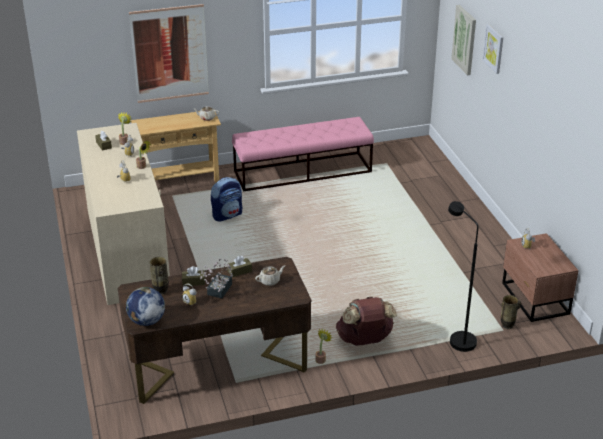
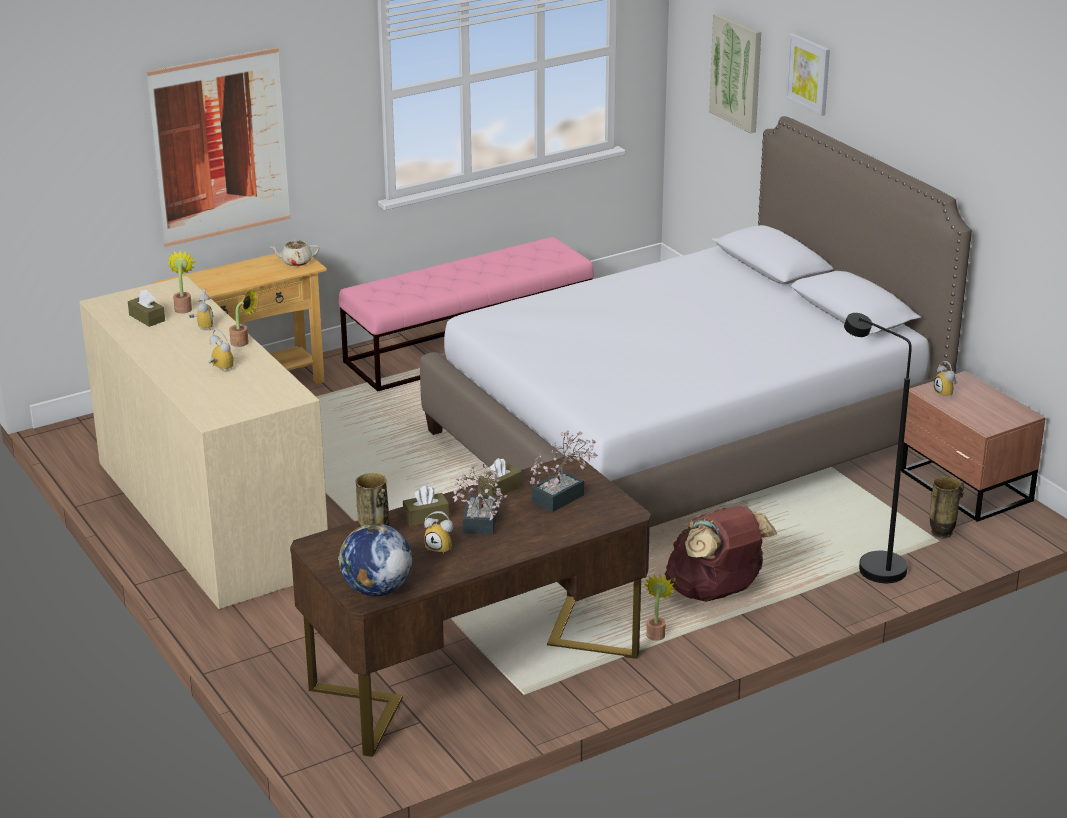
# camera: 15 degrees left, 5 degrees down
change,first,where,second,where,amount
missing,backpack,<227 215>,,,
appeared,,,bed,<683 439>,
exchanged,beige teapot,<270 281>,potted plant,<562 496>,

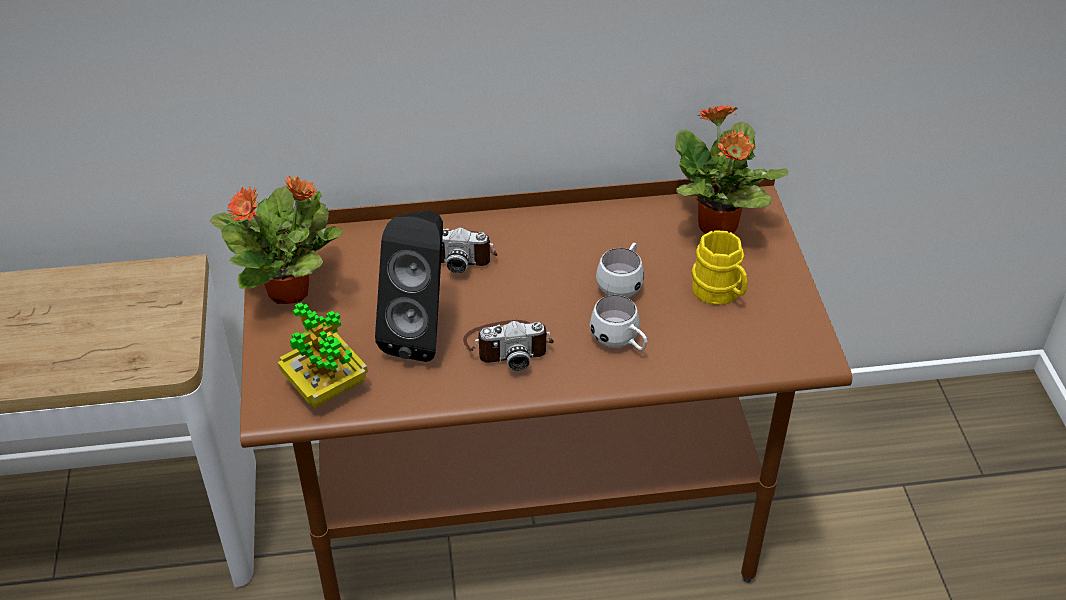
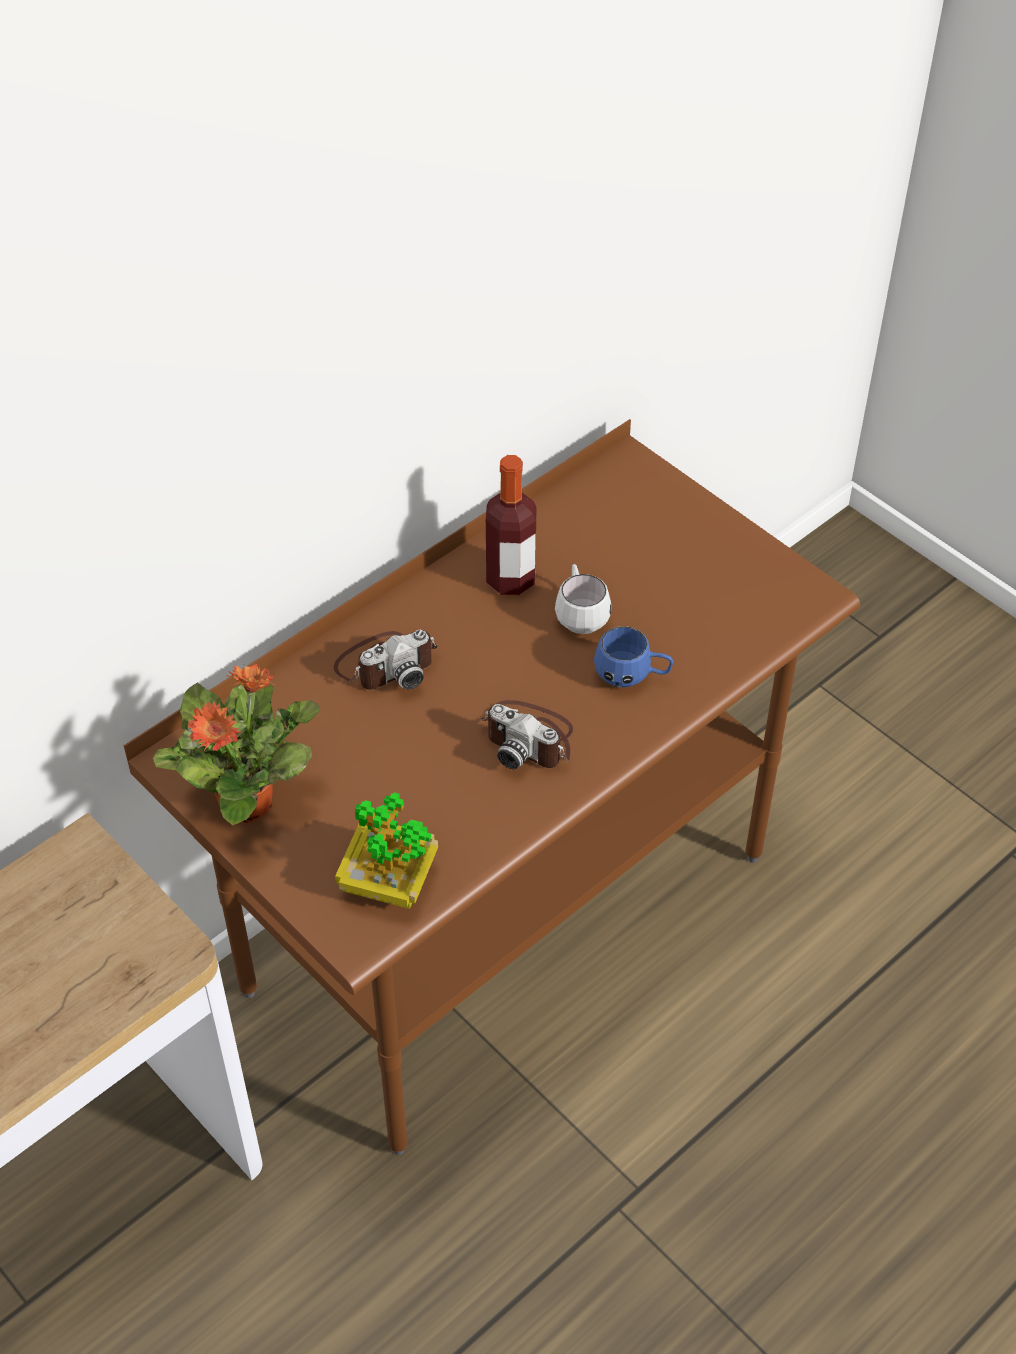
# camera: 35 degrees left, 5 degrees up
change,first,where,second,where,amount
missing,black speaker,<421 333>,,,
missing,potted plant,<717 226>,,,
missing,yellow mug,<720 293>,,,
appeared,,,bottle,<511 580>,
colour,white mug,<620 342>,blue mug,<632 676>,
spun,photo camera,<508 346>,,<530 738>,75 degrees clockwise

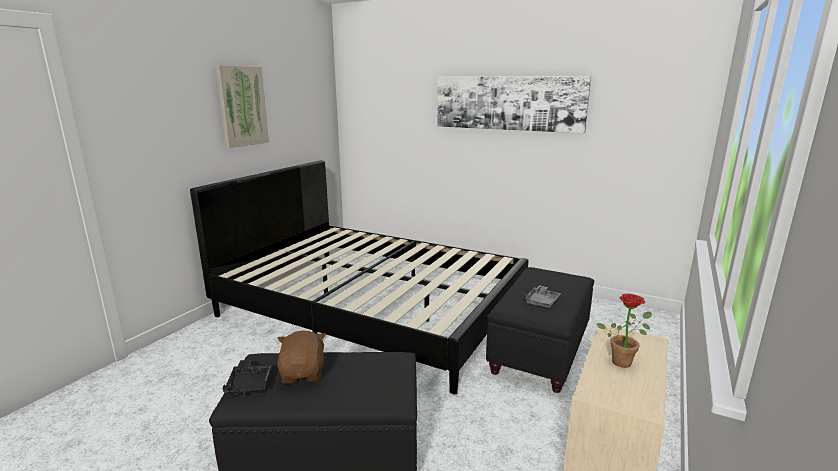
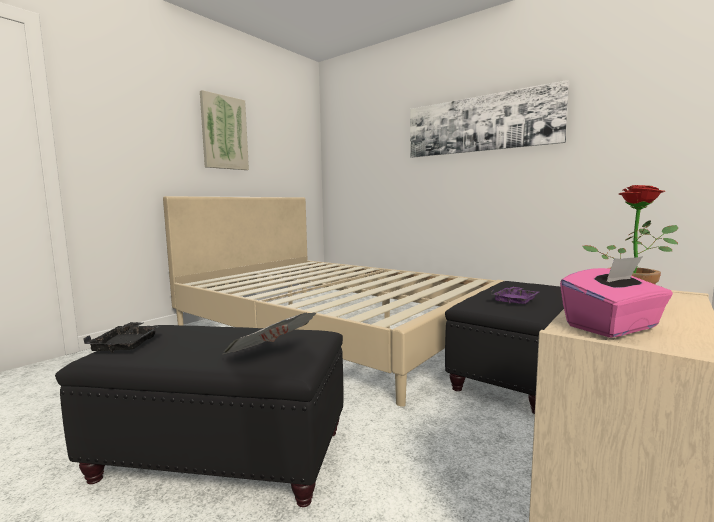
# camera: 10 degrees right, 10 degrees down
change,first,where,second,where,amount
missing,brown plush toy,<303 373>,,,
appeared,,,newspaper,<270 358>,
appeared,,,pink tissue box,<613 327>,
colour,black bed,<372 308>,beige bed,<334 328>,
colour,grey tray,<542 301>,purple tray,<515 301>,

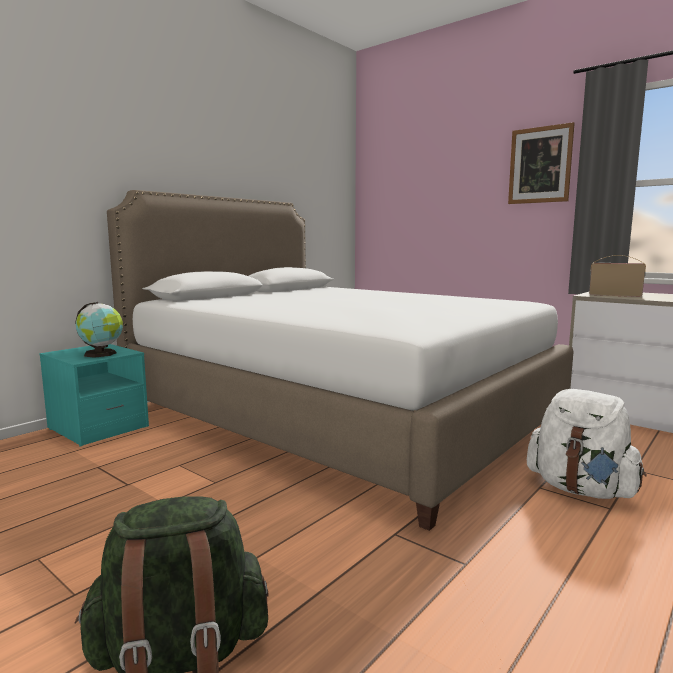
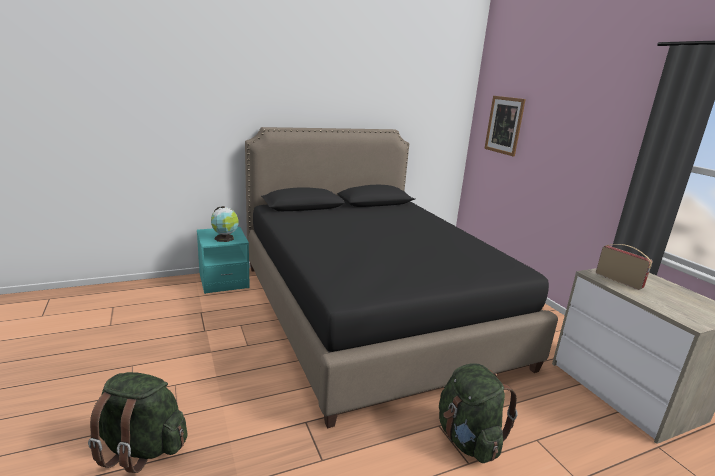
# camera: 25 degrees right, 10 degrees up
change,first,where,second,where,amount
relocated,picture,<540 165>,,<504 125>,
colour,white bed,<337 415>,black bed,<370 312>,
colour,white backpack,<581 489>,green backpack,<468 439>,

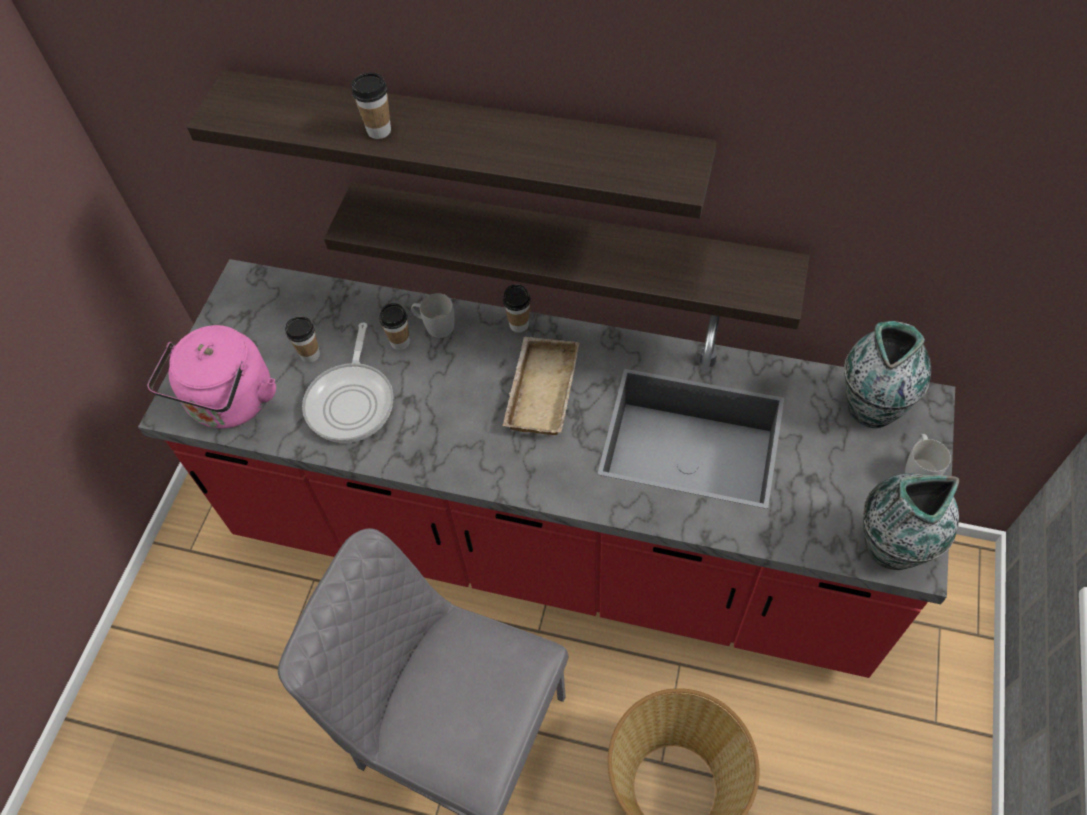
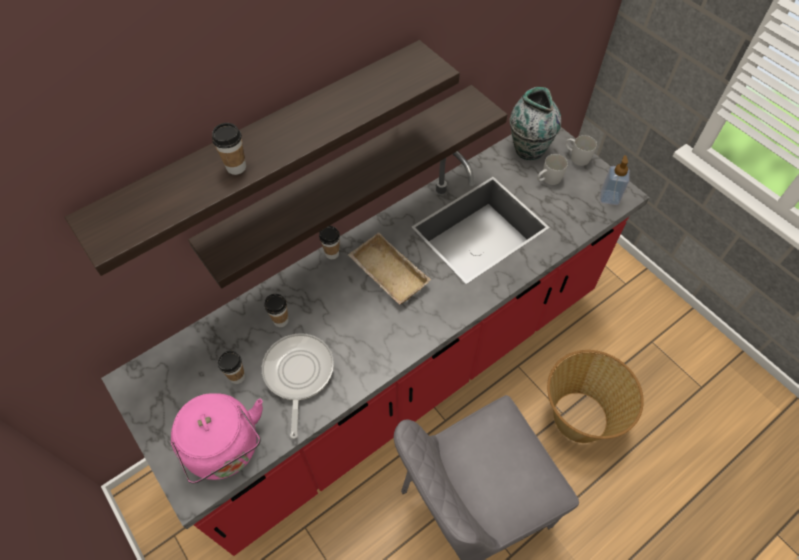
# camera: 55 degrees left, 0 degrees up
change,first,where,second,where,amount
relocated,white mug,<434 325>,,<548 180>,
exchanged,vase,<890 547>,soap dispenser,<609 197>,
spun,frying pan,<352 401>,,<298 374>,135 degrees counterclockwise

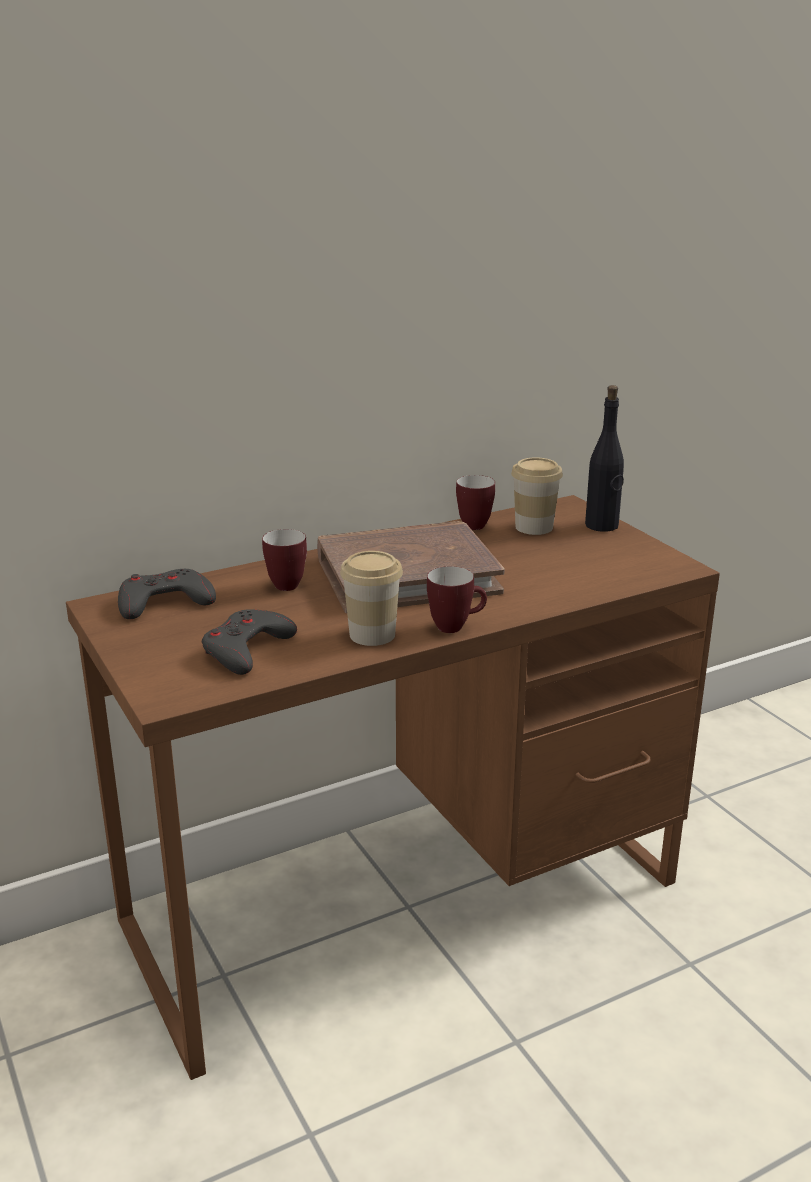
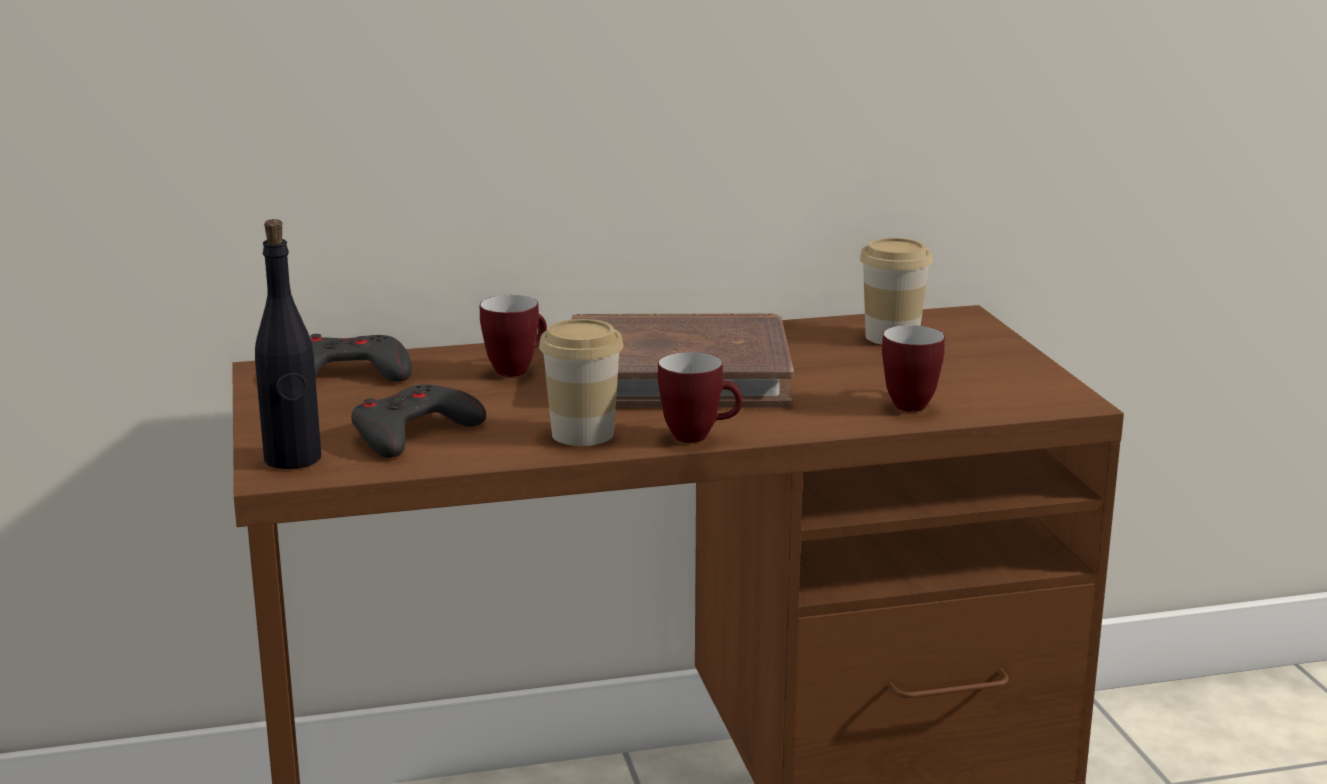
# camera: 15 degrees right, 5 degrees down
change,first,where,second,where,amount
relocated,mug,<474 524>,,<911 403>,
relocated,black bottle,<602 526>,,<293 459>,

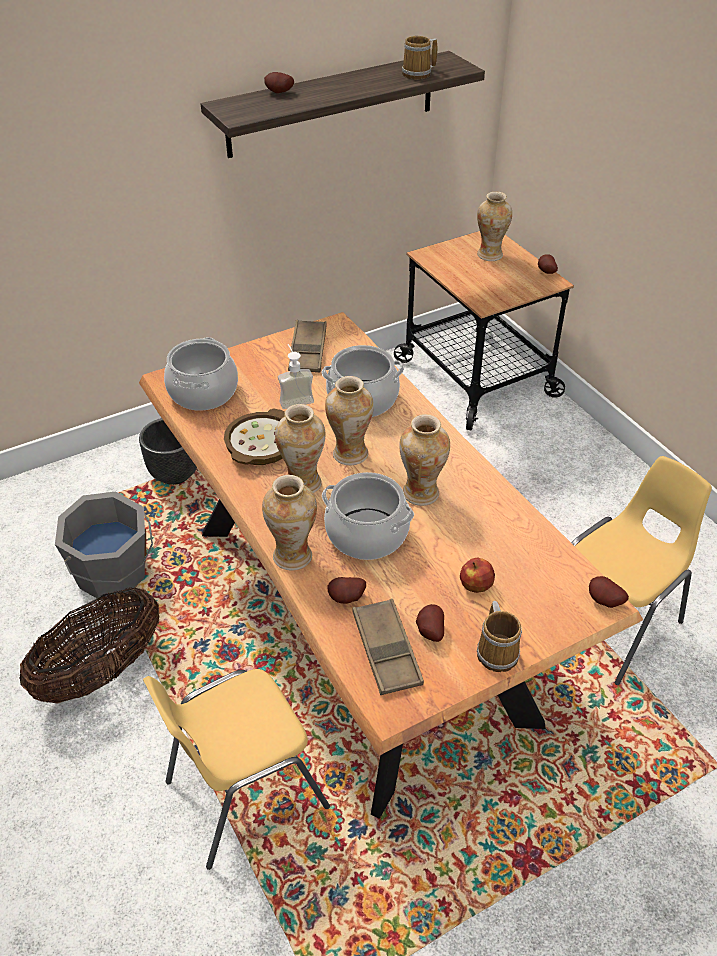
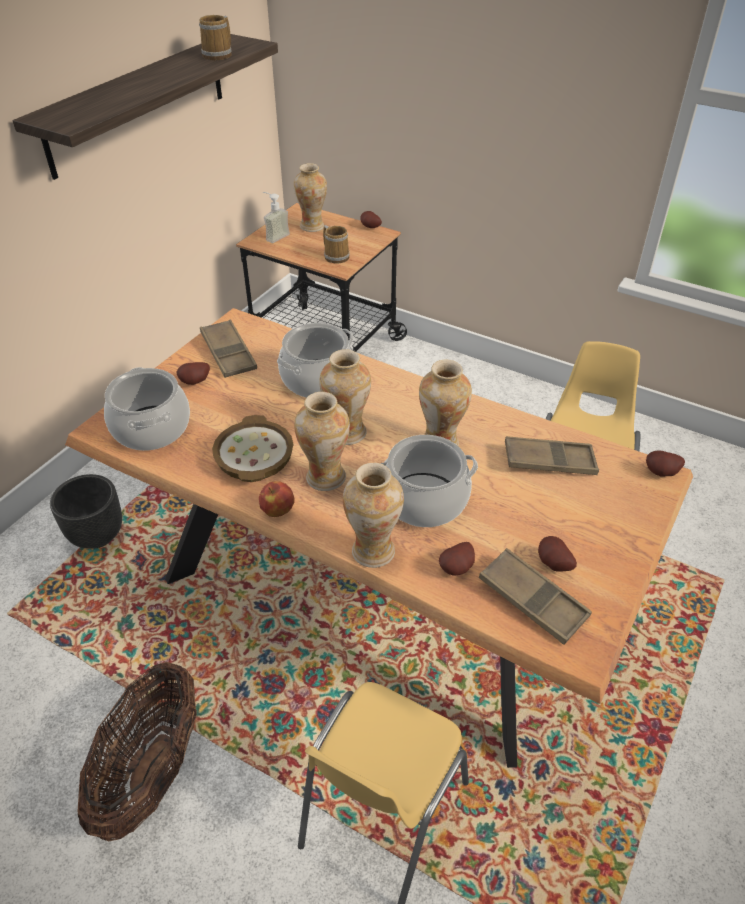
# camera: 30 degrees left, 0 degrees up
change,first,where,second,where,amount
missing,grey bucket,<114 574>,,,
appeared,,,brown tray,<549 461>,
relocated,potato,<279 93>,,<195 382>,
relocated,soap dispenser,<294 398>,,<274 236>,
relocated,apple,<476 586>,,<278 510>,
relocated,mug,<498 652>,,<336 256>,

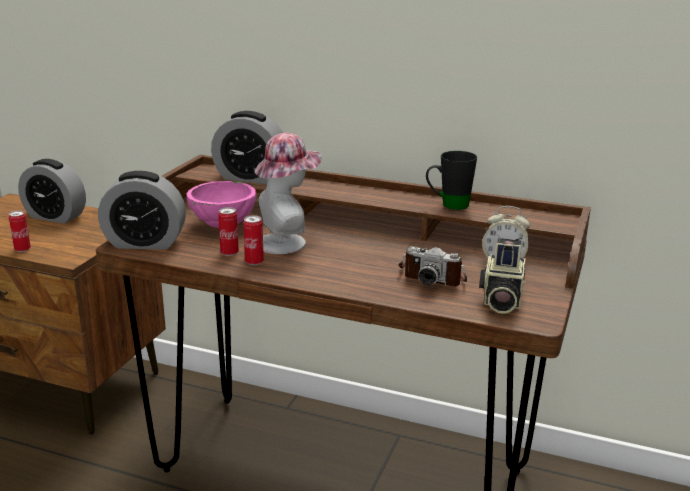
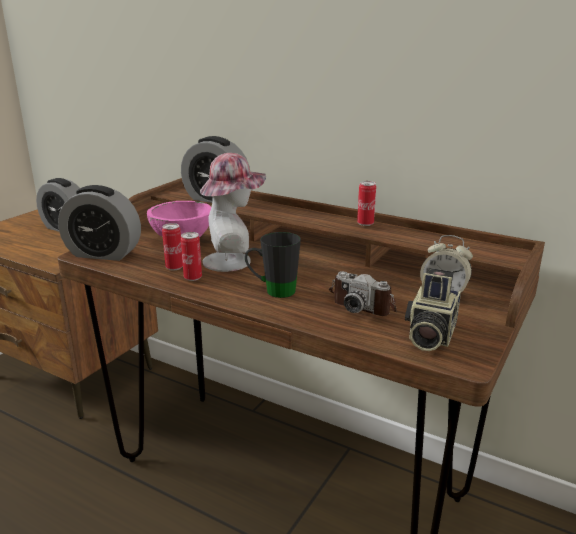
# camera: 10 degrees right, 0 degrees up
change,first,where,second,where,amount
relocated,can,<22 249>,,<365 223>,
relocated,black mug,<448 205>,,<272 291>,

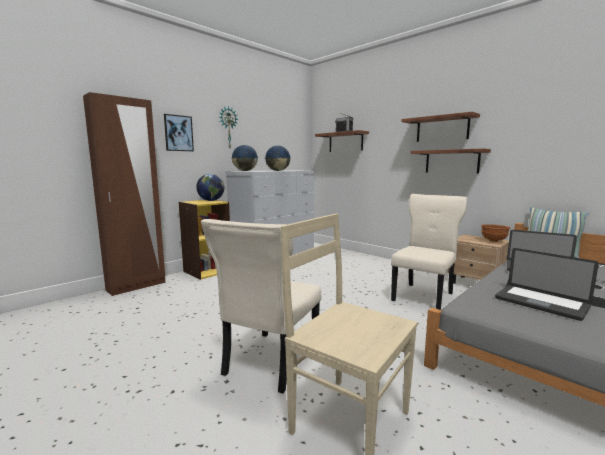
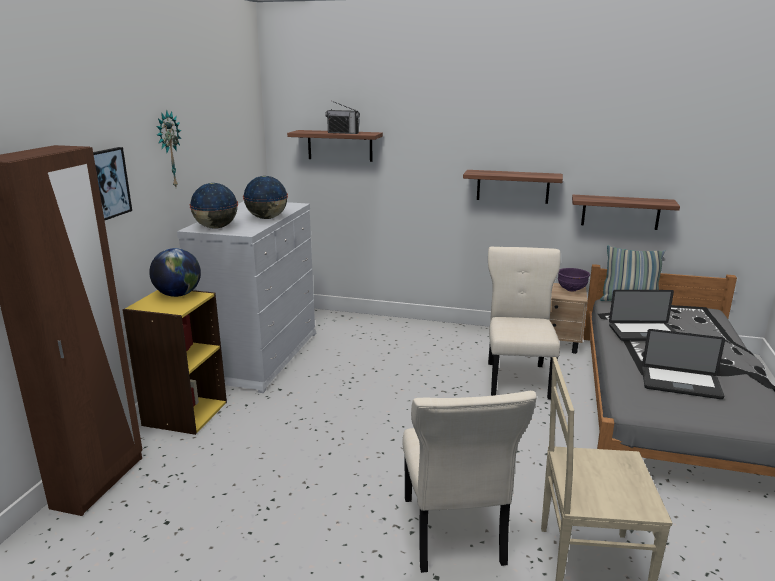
# camera: 30 degrees left, 10 degrees up
change,first,where,second,where,amount
relocated,shelf,<442 129>,,<620 212>,
colour,brown bowl,<494 241>,purple bowl,<571 290>,

